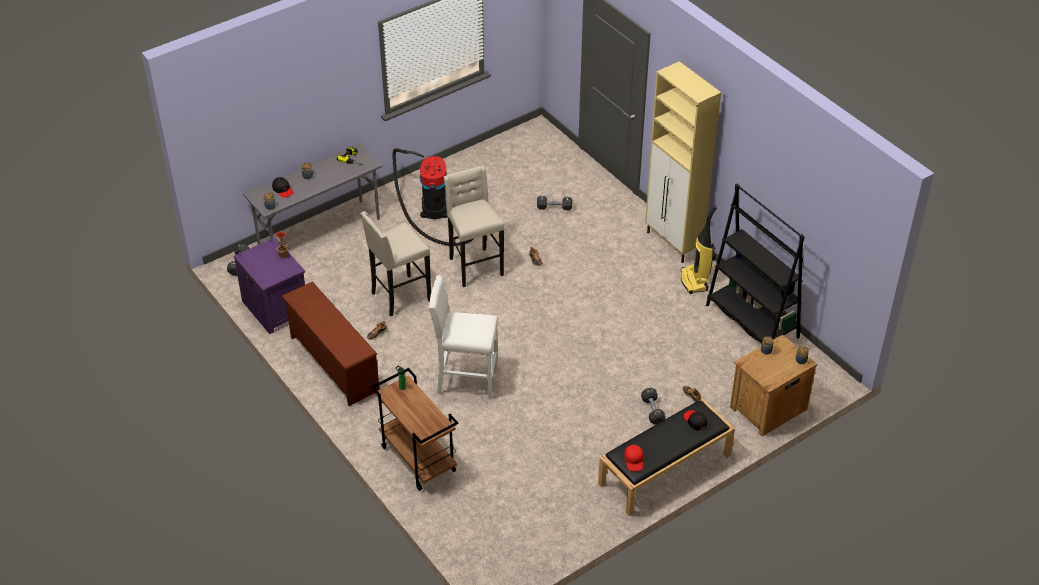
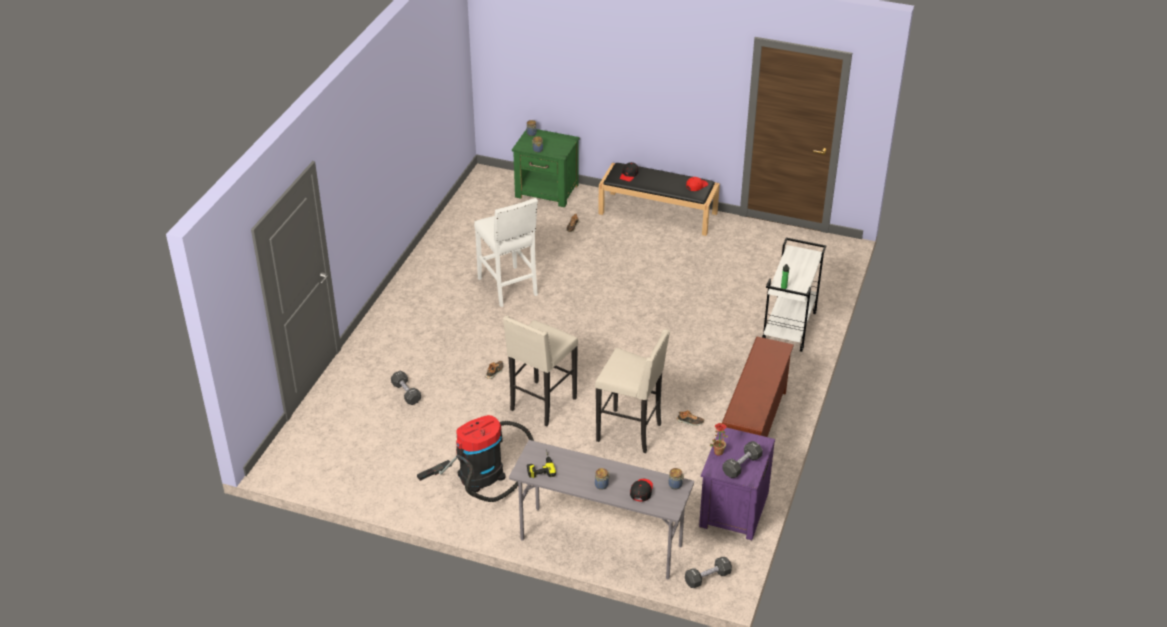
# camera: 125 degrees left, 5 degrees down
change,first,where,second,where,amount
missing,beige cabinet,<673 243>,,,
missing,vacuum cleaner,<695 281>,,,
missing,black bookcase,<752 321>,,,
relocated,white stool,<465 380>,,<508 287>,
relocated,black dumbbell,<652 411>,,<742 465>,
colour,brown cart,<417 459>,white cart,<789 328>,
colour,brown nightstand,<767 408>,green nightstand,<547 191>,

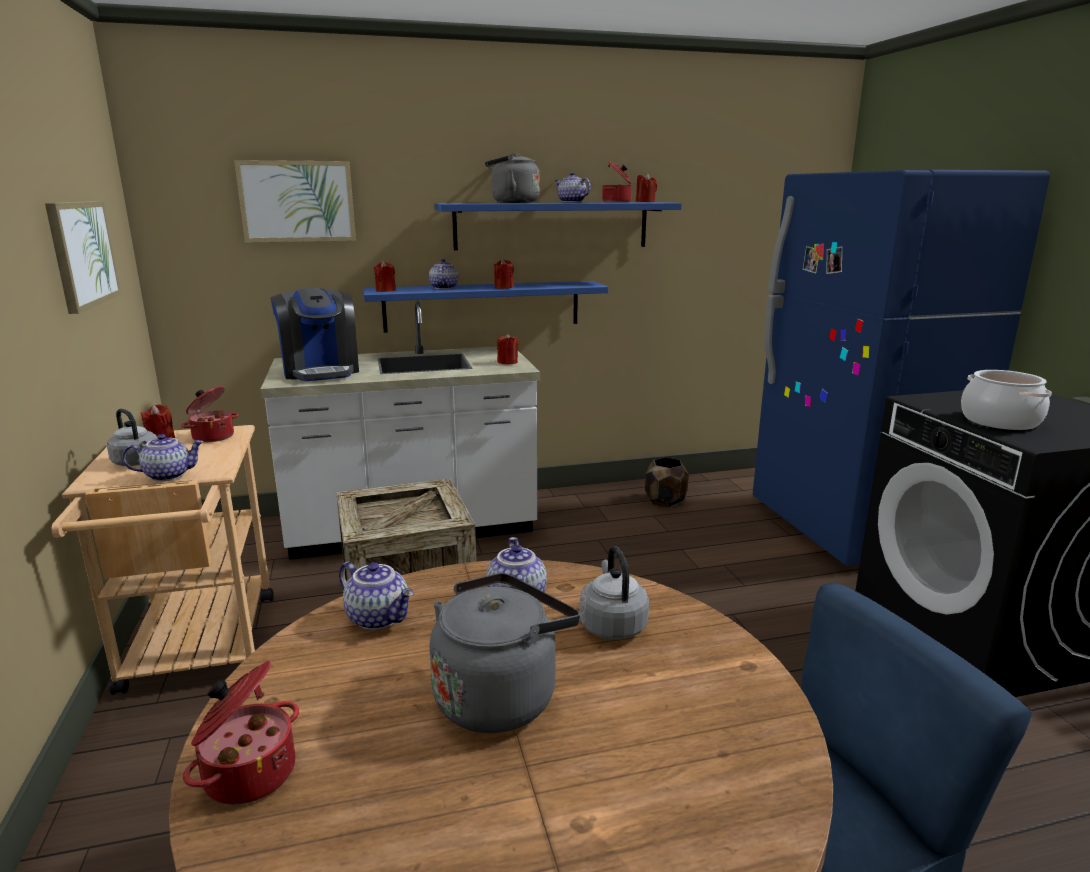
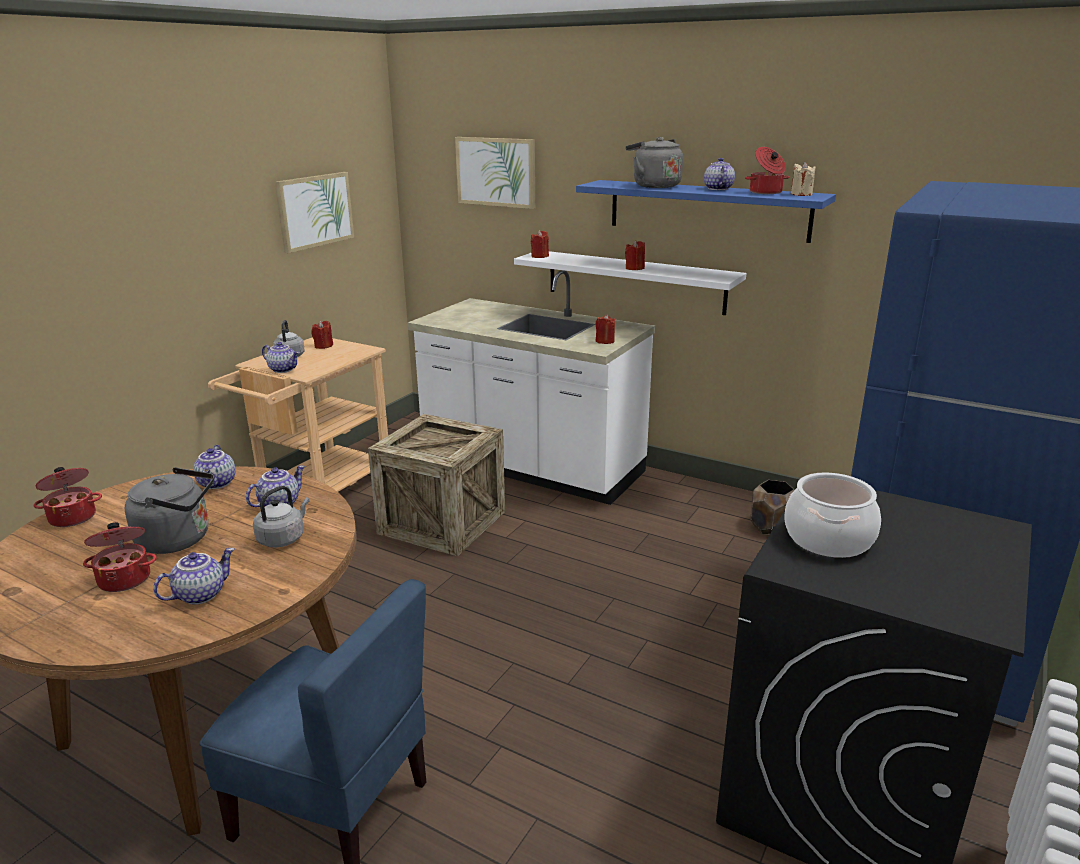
# camera: 45 degrees right, 5 degrees up
change,first,where,second,where,amount
missing,coffee machine,<320 371>,,,
relocated,cooking pot,<212 436>,,<125 578>,
relocated,teapot,<443 288>,,<200 594>,
colour,blue shelf,<482 306>,white shelf,<634 281>,
colour,red candle,<645 202>,beige candle,<801 194>,

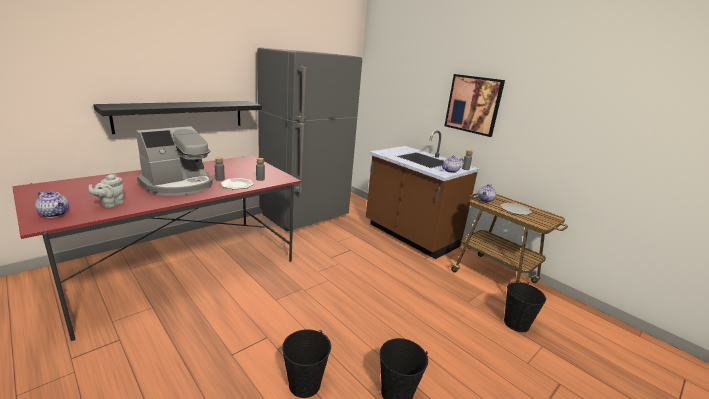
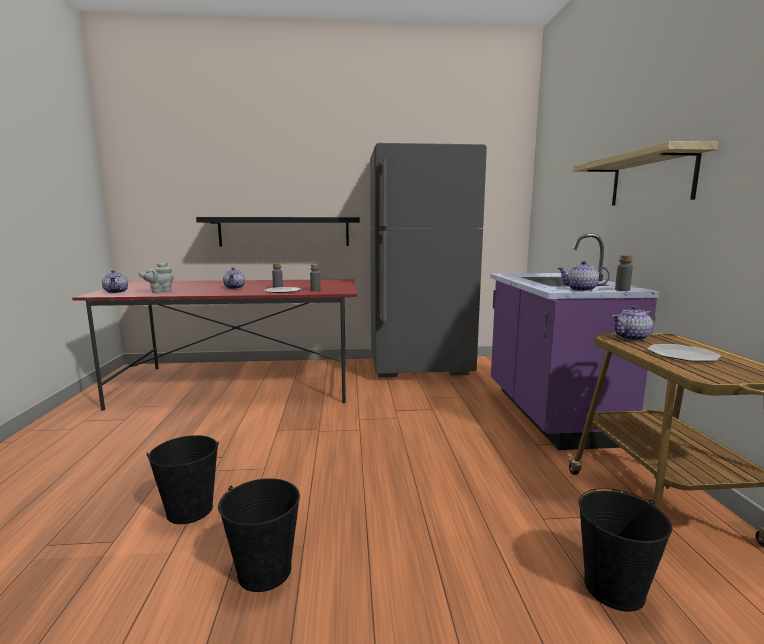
# camera: 40 degrees right, 10 degrees down
change,first,where,second,where,amount
exchanged,coffee machine,<179 185>,teapot,<235 288>,
exchanged,picture,<473 104>,shelf,<651 179>,
colour,brown counter,<410 236>,purple counter,<550 414>,

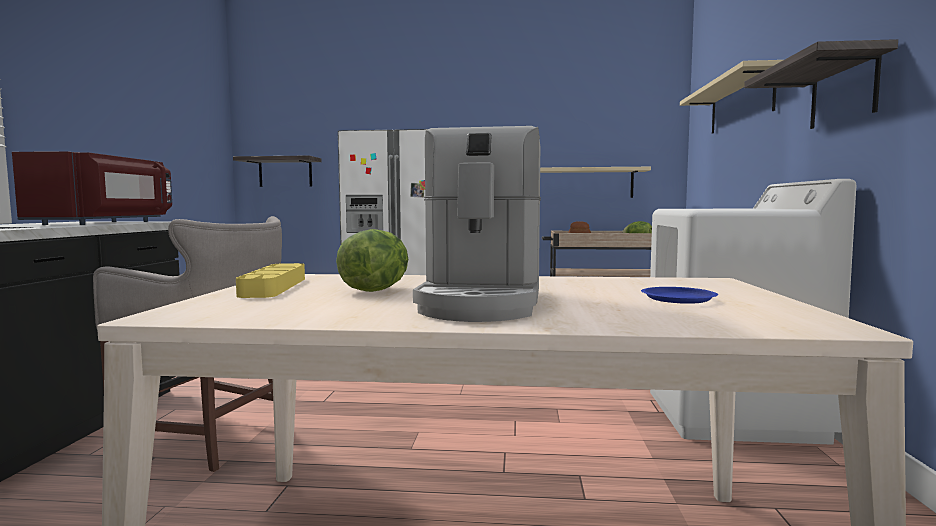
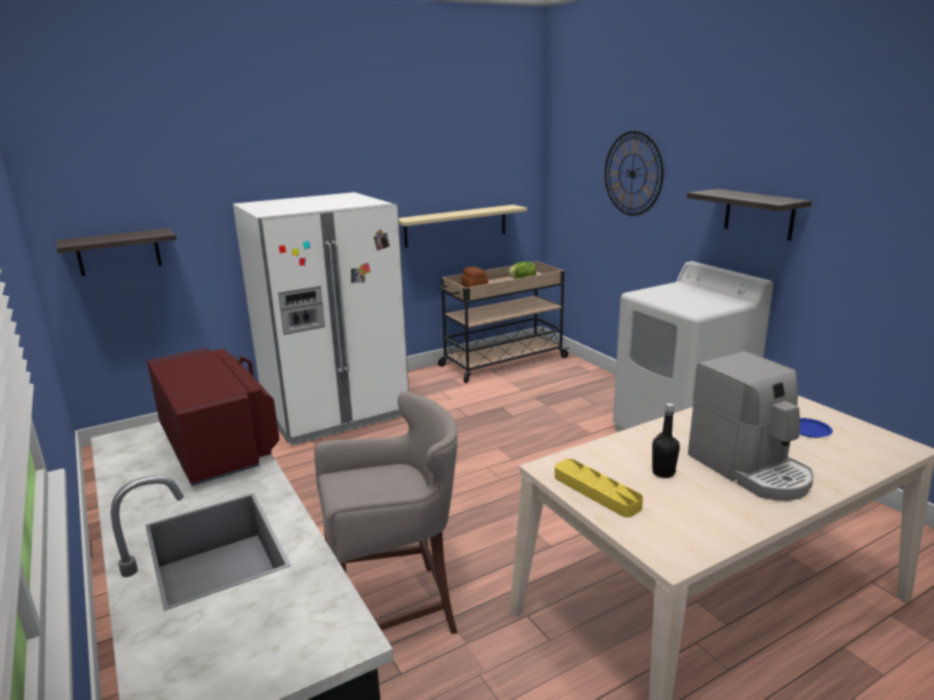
# camera: 35 degrees left, 15 degrees up
change,first,where,second,where,amount
exchanged,lettuce,<376 290>,black bottle,<663 473>,
exchanged,beige shelf,<740 103>,wall clock,<632 174>,

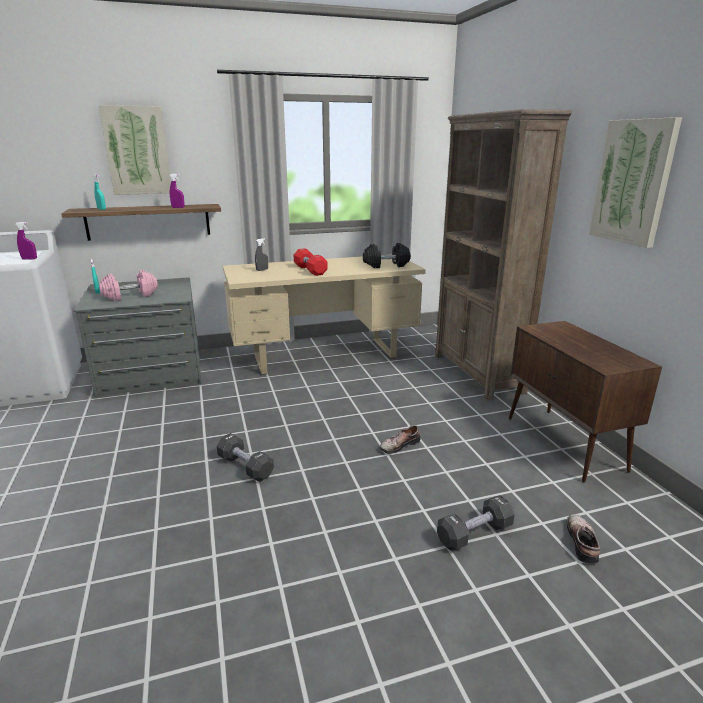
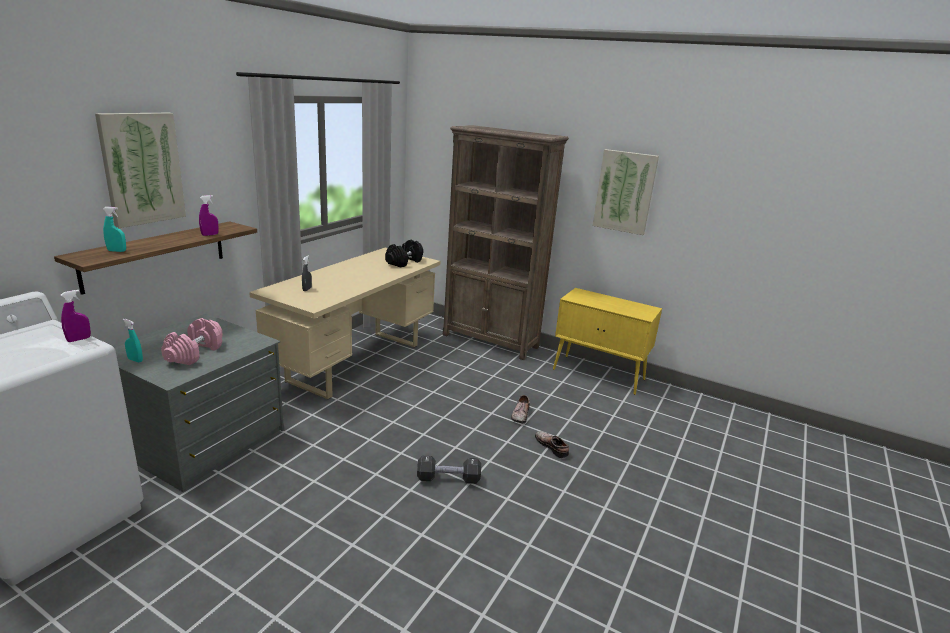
# camera: 45 degrees left, 0 degrees up
change,first,where,second,where,amount
missing,red dumbbell,<310 270>,,,
missing,black dumbbell,<474 533>,,,
relocated,shoe,<583 542>,,<552 446>,
colour,brown cabinet,<565 444>,yellow cabinet,<599 375>,

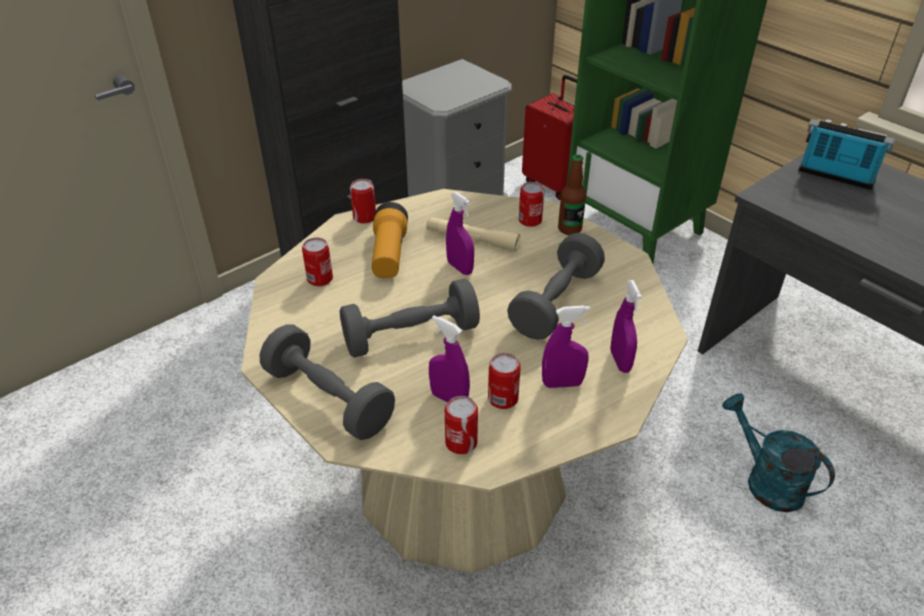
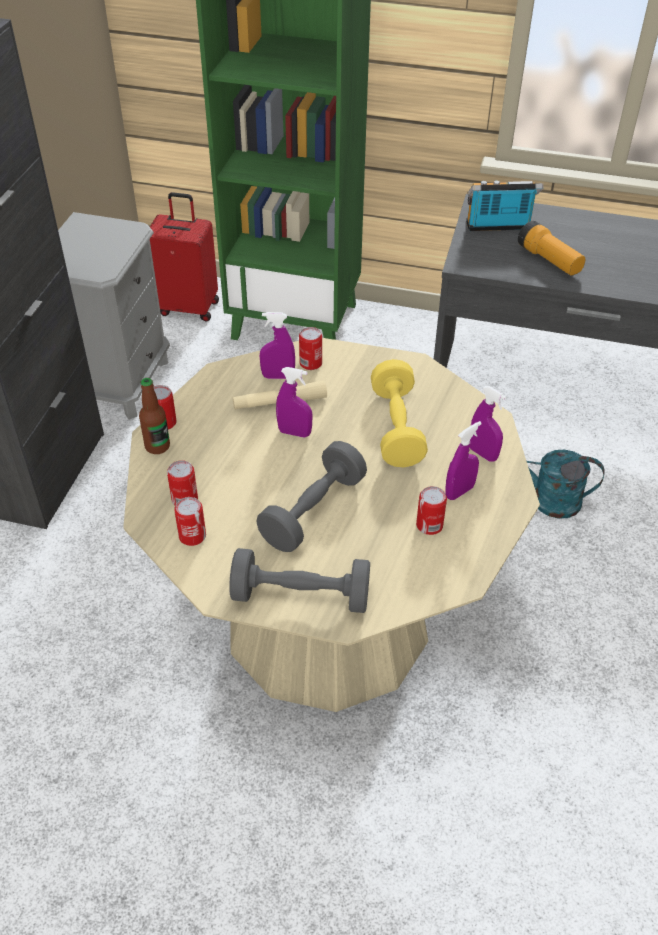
# camera: 35 degrees left, 5 degrees up
change,first,where,second,where,amount
relocated,flashlight,<389 254>,,<549 260>,
relocated,purple spray bottle,<449 399>,,<278 376>,
relocated,can,<461 442>,,<192 536>,
relocated,bottle,<569 229>,,<157 446>,
colour,grey dumbbell,<555 302>,yellow dumbbell,<396 428>,

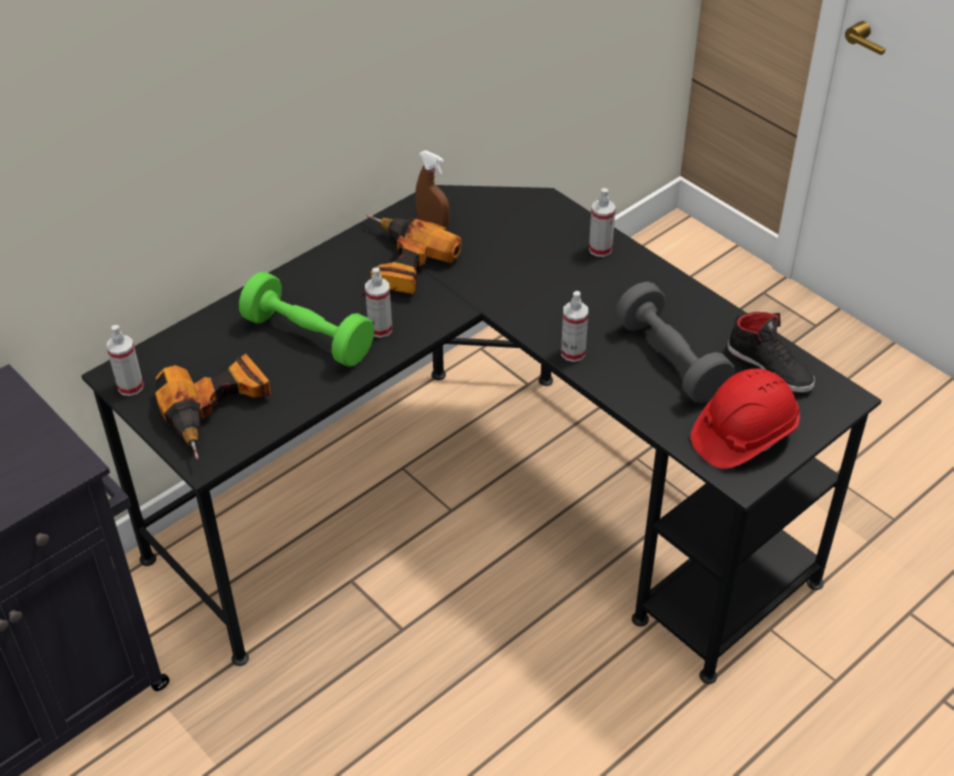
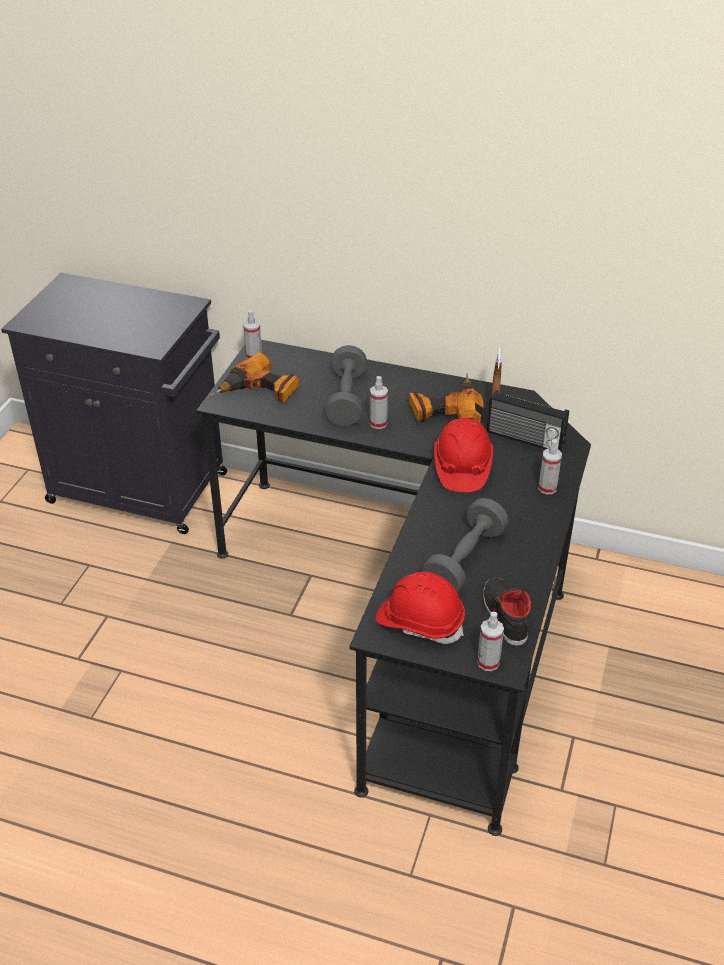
# camera: 60 degrees right, 5 degrees down
change,first,where,second,where,amount
appeared,,,red hard hat,<461 467>,
appeared,,,radio,<524 439>,
relocated,spray bottle,<573 353>,,<488 662>,
colour,green dumbbell,<308 337>,grey dumbbell,<346 399>,
spun,black shoe,<770 366>,,<504 614>,150 degrees clockwise

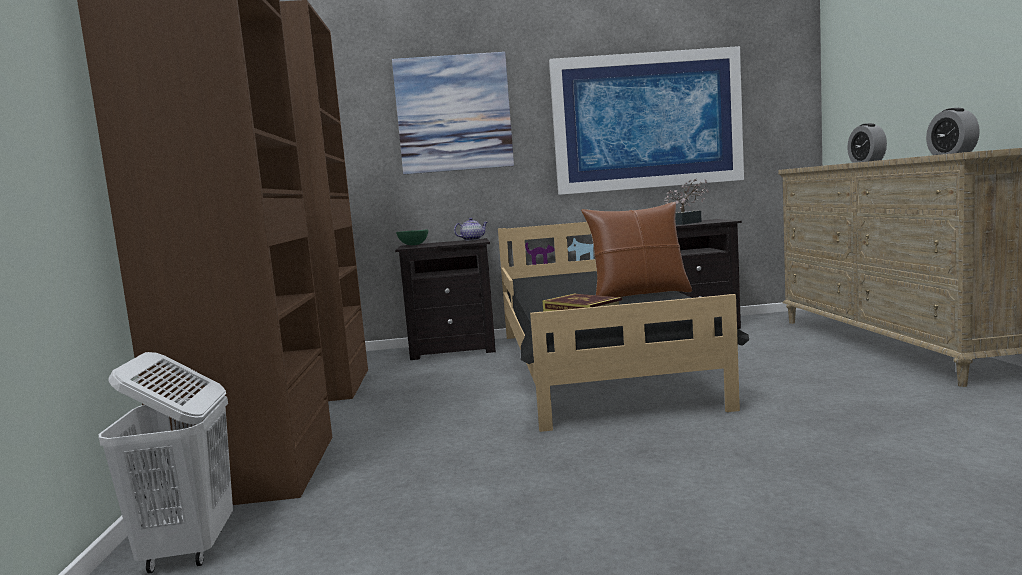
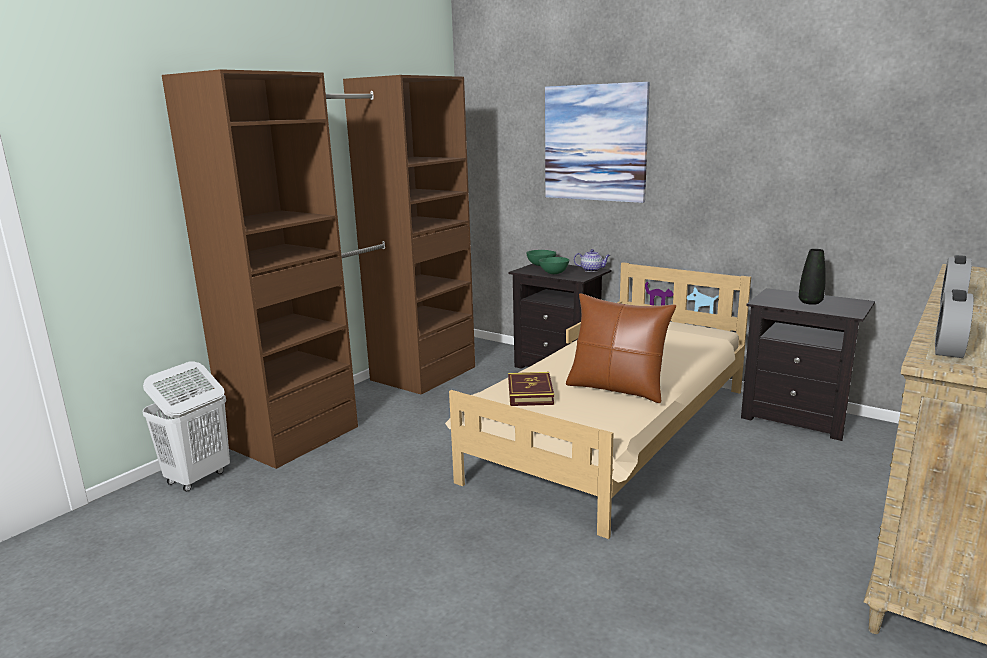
# camera: 40 degrees right, 10 degrees up
change,first,where,second,where,amount
missing,picture,<647 121>,,,
appeared,,,green bowl,<553 273>,
exchanged,potted plant,<687 223>,black vase,<810 302>,
colour,black bed,<597 366>,beige bed,<615 433>,

